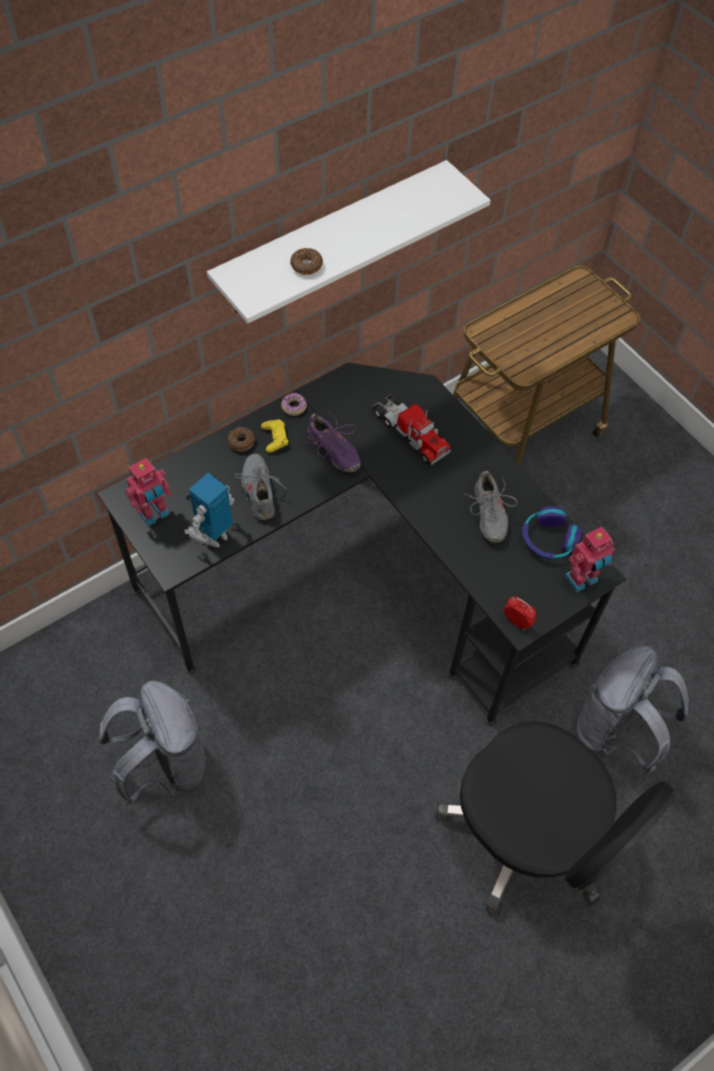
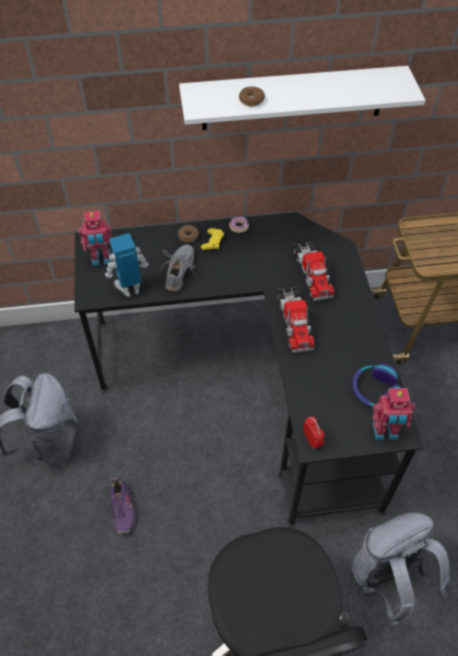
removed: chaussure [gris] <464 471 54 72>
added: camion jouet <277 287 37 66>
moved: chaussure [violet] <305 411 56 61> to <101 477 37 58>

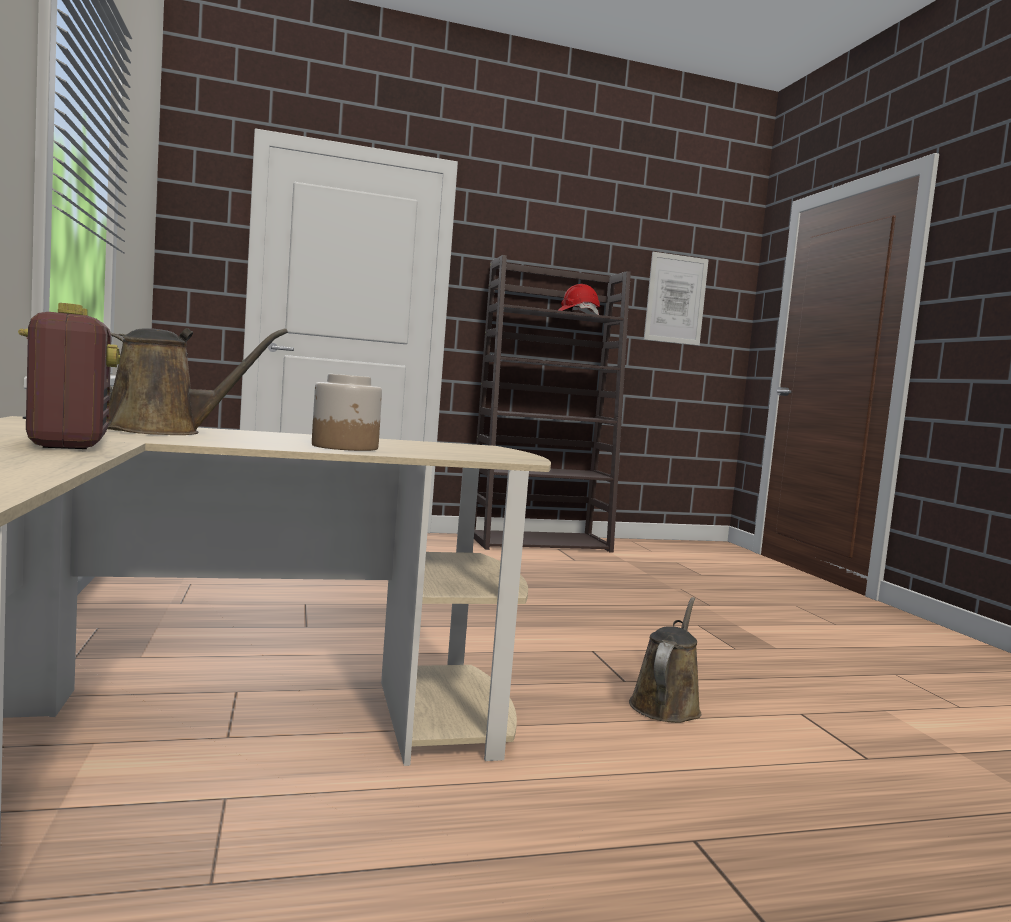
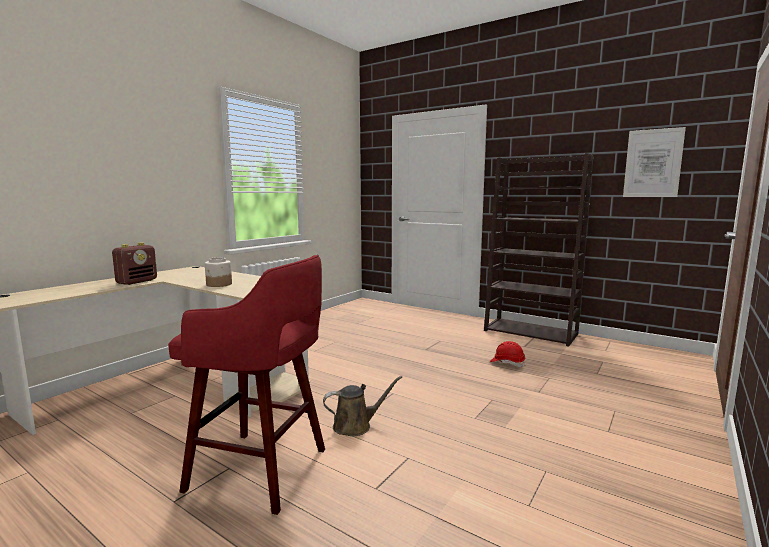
removed: arrosoir [marron] <107 328 181 107>
added: tabouret [rouge] <168 255 157 260>
moved: casque de chantier [rouge] <558 284 42 31> to <490 341 35 26>

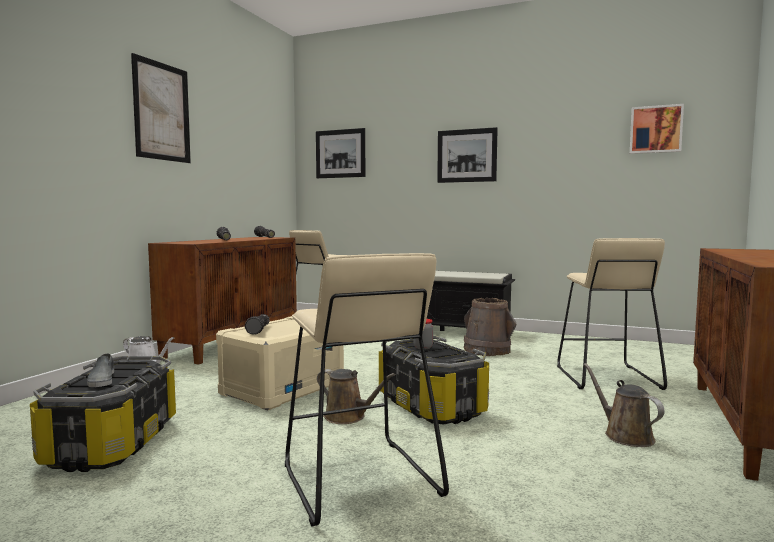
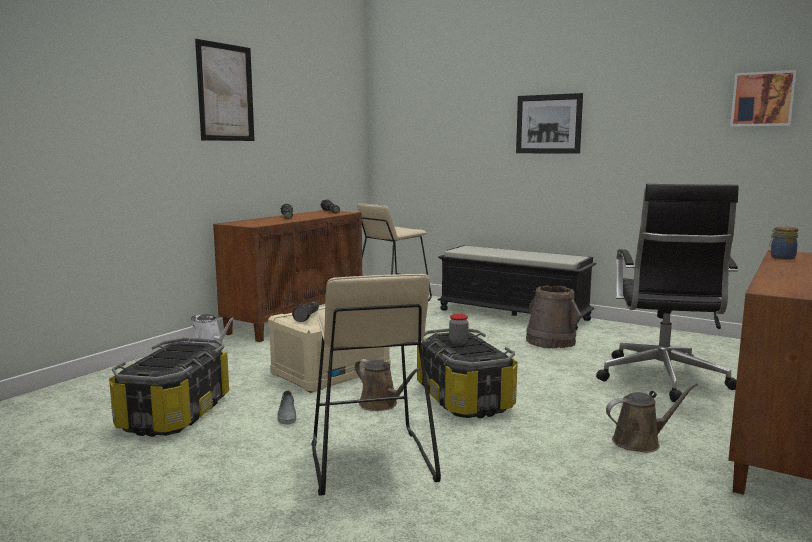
removed: tableau <316 128 49 50>
added: bocal <769 226 29 33>
moved: chaussure [gris] <87 353 27 34> to <277 391 19 33>
replaced: tabouret [beige] <557 238 110 152> to chaise de bureau [noir] <596 184 142 218>
turned: arrosoir [marron] <584 363 81 84> = <606 383 92 70> 90 degrees clockwise

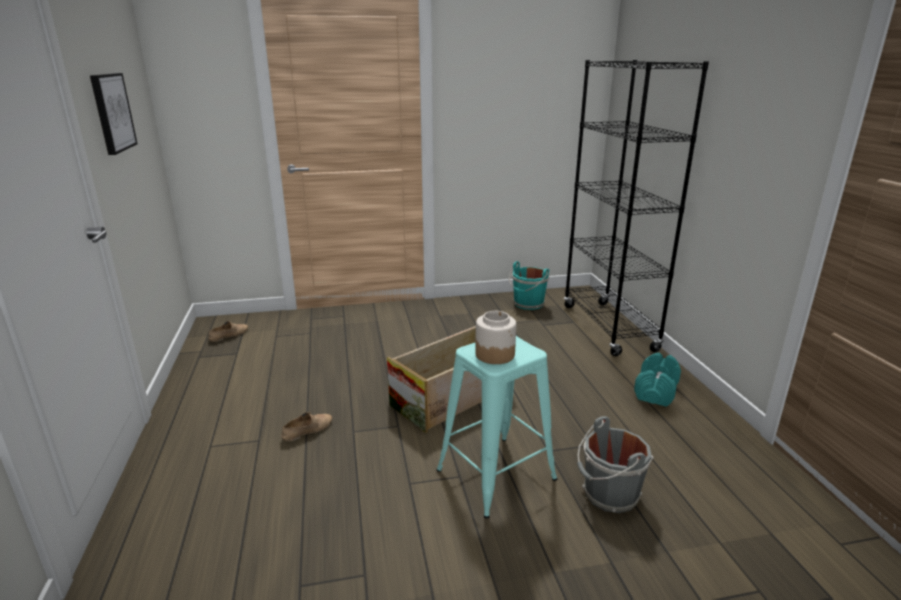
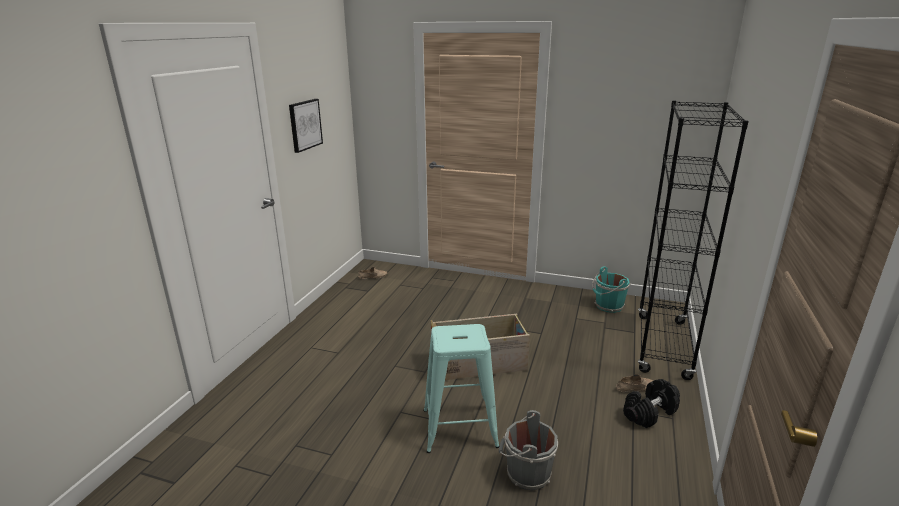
removed: bocal <475 311 41 53>
moved: chaussure [beige] <281 412 51 29> to <616 374 37 19>
recoloured: haltère [turquoise] <634 353 47 54> to haltère [noir] <623 379 57 49>

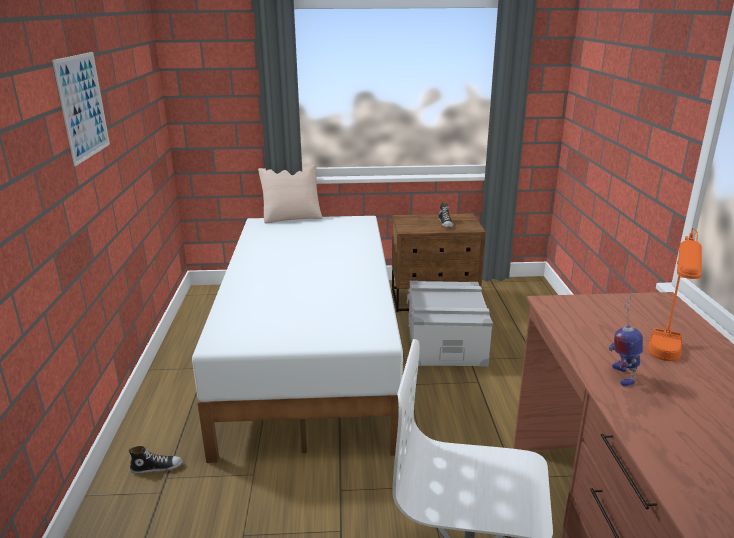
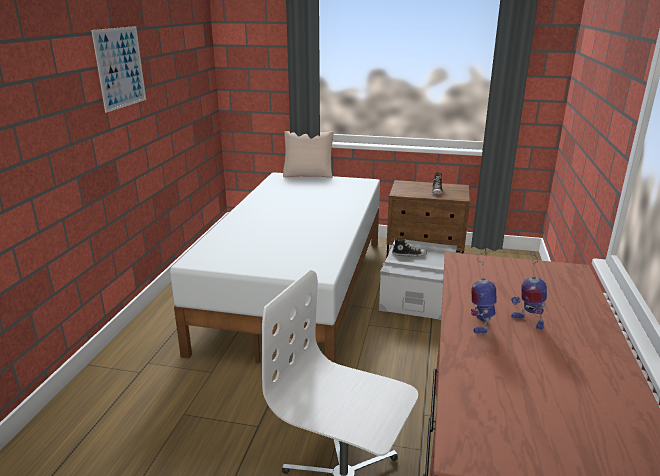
moved: chaussure <128 446 55 28> to <392 238 35 19>
replaced: lampe de table [orange] <648 228 54 133> to robot jouet <511 251 36 79>

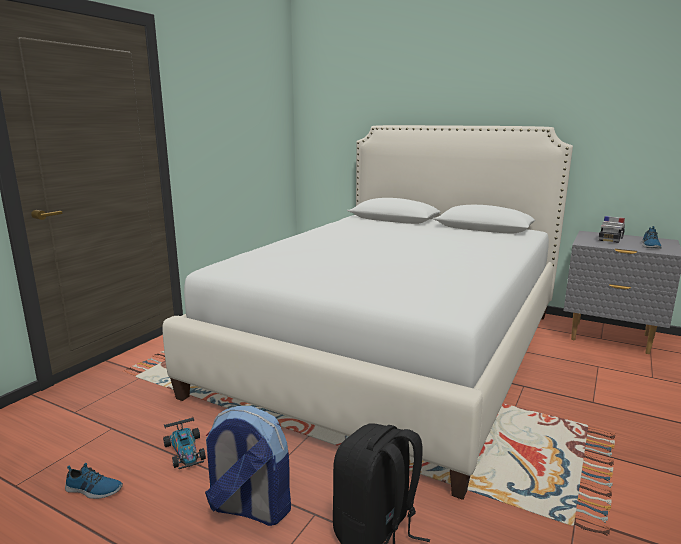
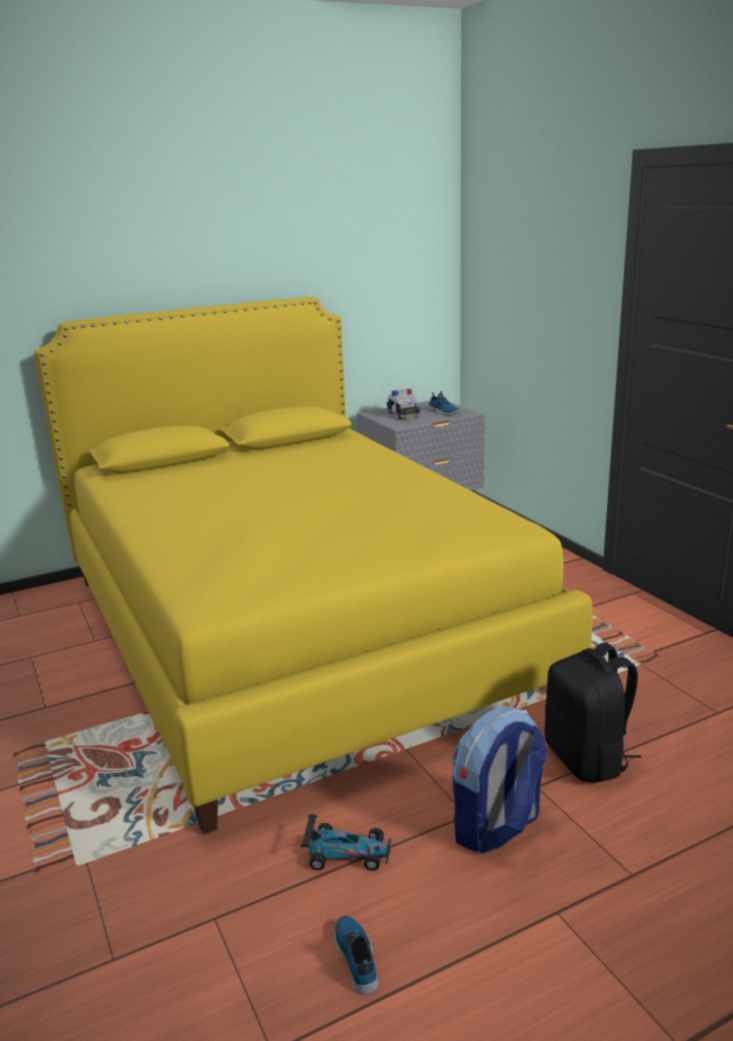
recoloured: lit [blanc] <163 125 410 375> to lit [jaune] <34 297 559 537>
turned: chaussure <65 463 58 36> = <334 916 45 79> 60 degrees counterclockwise

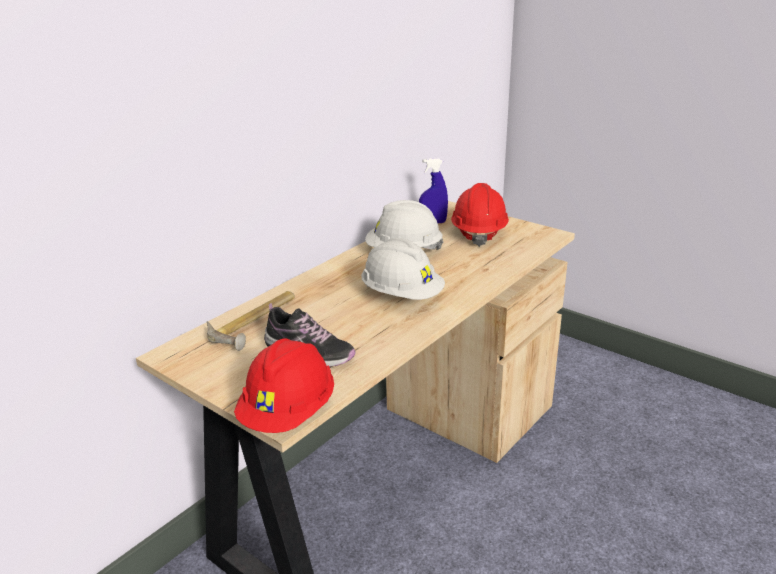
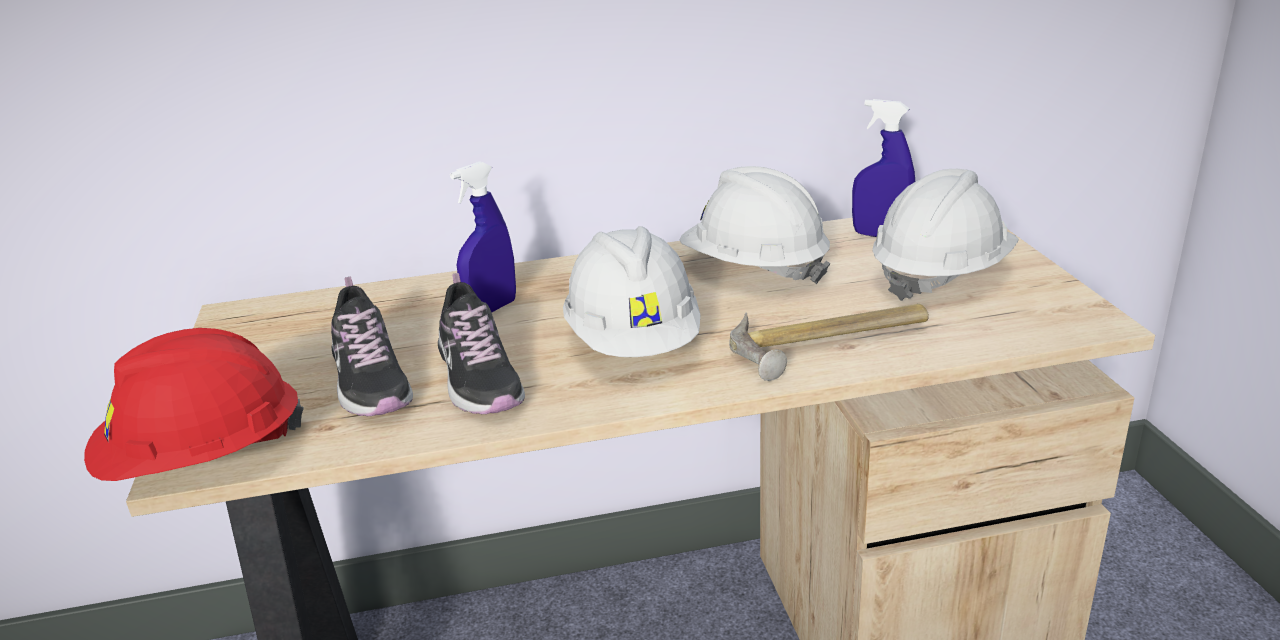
added: chaussure <438 273 87 141>; vaporisateur [bleu] <450 161 66 152>
moved: marteau <207 291 88 60> to <729 303 200 78>
recoloured: casque de chantier [rouge] <451 183 58 64> to casque de chantier [blanc] <872 169 147 132>

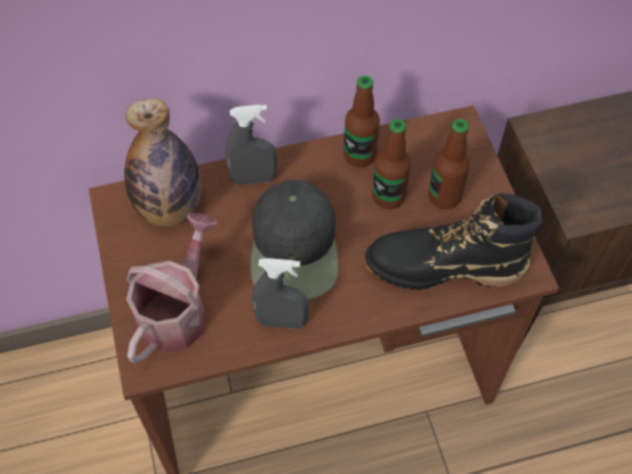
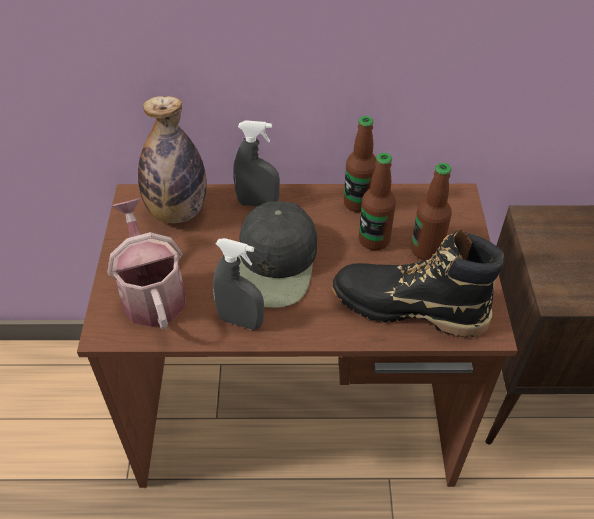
turned: arrosoir <126 213 91 150> = <107 198 79 132> 60 degrees counterclockwise

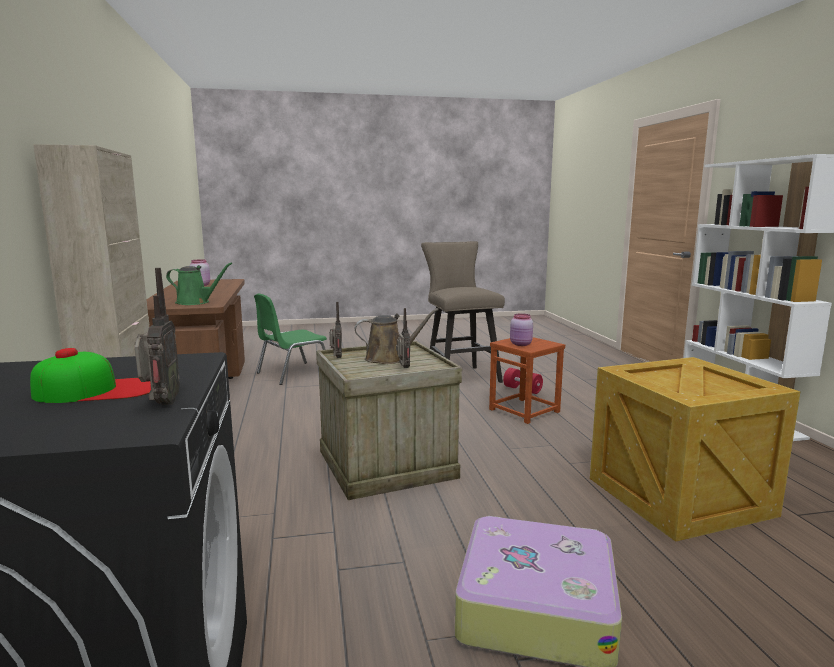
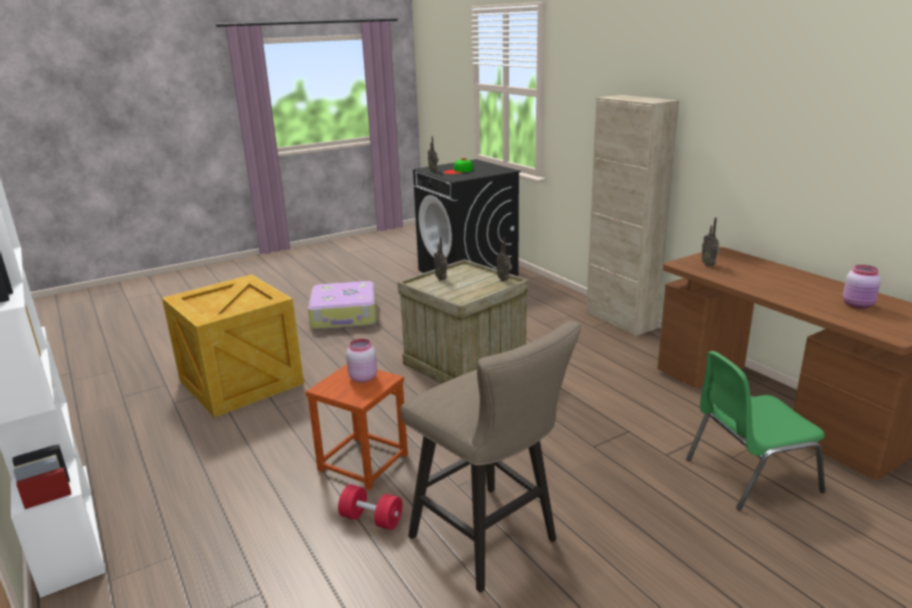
removed: arrosoir [marron] <355 308 84 56>
replaced: arrosoir [vert] <166 262 66 43> to radio <702 218 18 49>
turned: chaise [vert] <254 294 73 91> = <686 351 139 159> 135 degrees counterclockwise

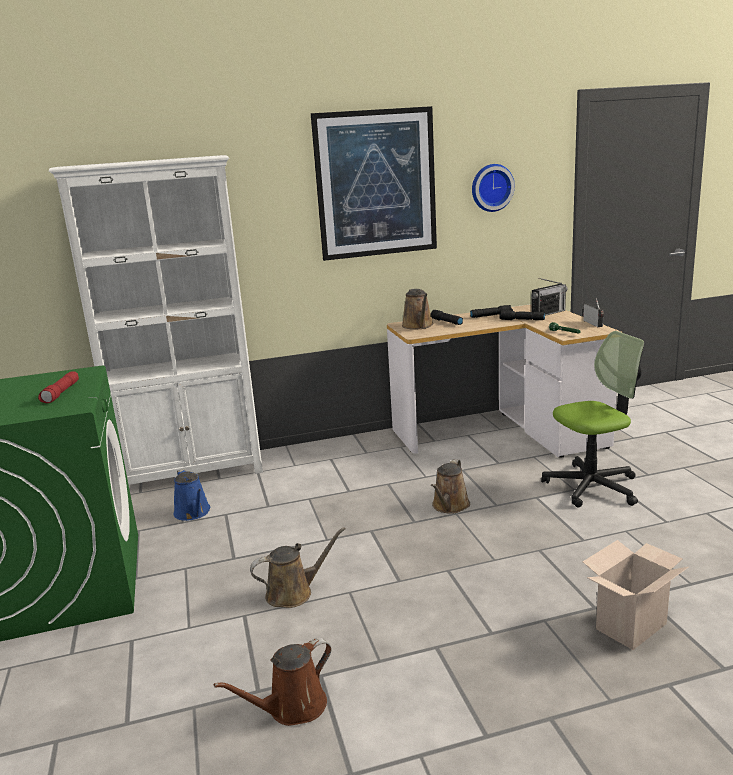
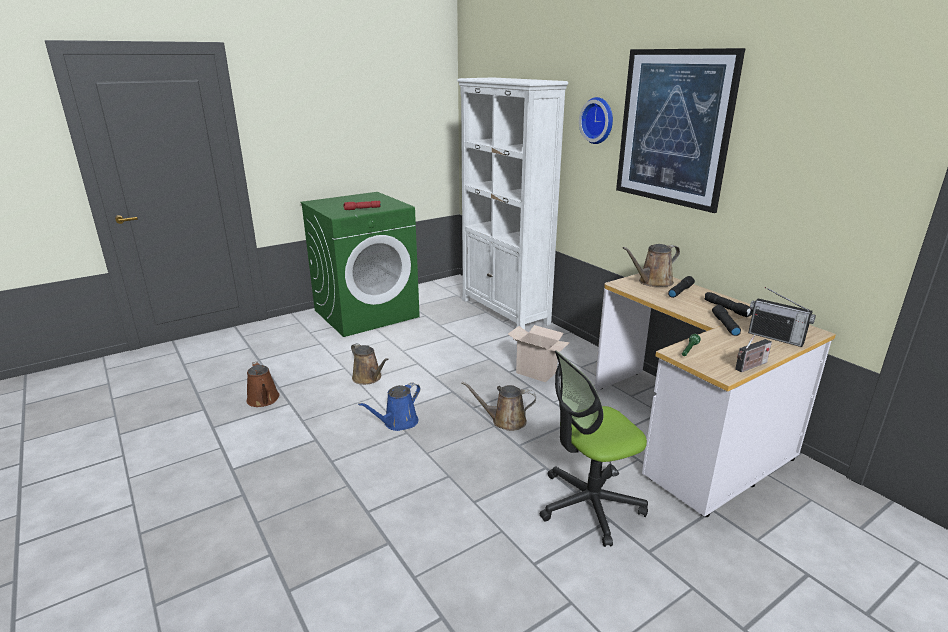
moved: arrosoir [bleu] <174 469 36 52> to <358 383 62 48>; carton <583 540 105 110> to <508 325 62 57>; horloge murale <472 164 43 48> to <579 97 34 47>
turned: arrosoir [marron] <214 638 118 88> = <247 361 33 46> 150 degrees counterclockwise; chaise de bureau <541 331 103 177> = <540 350 108 197> 105 degrees clockwise

